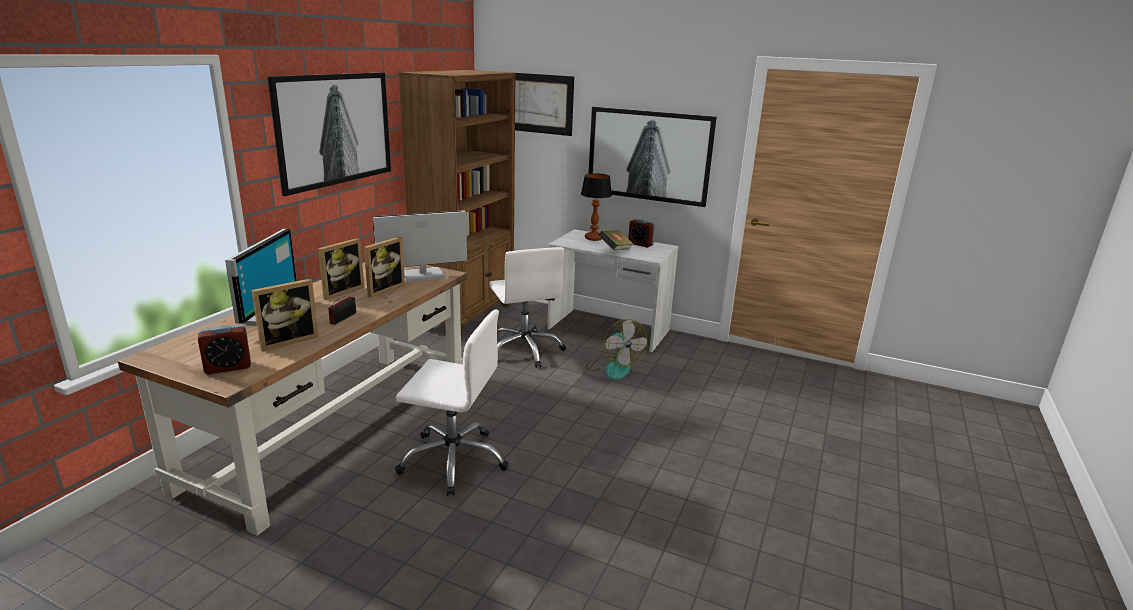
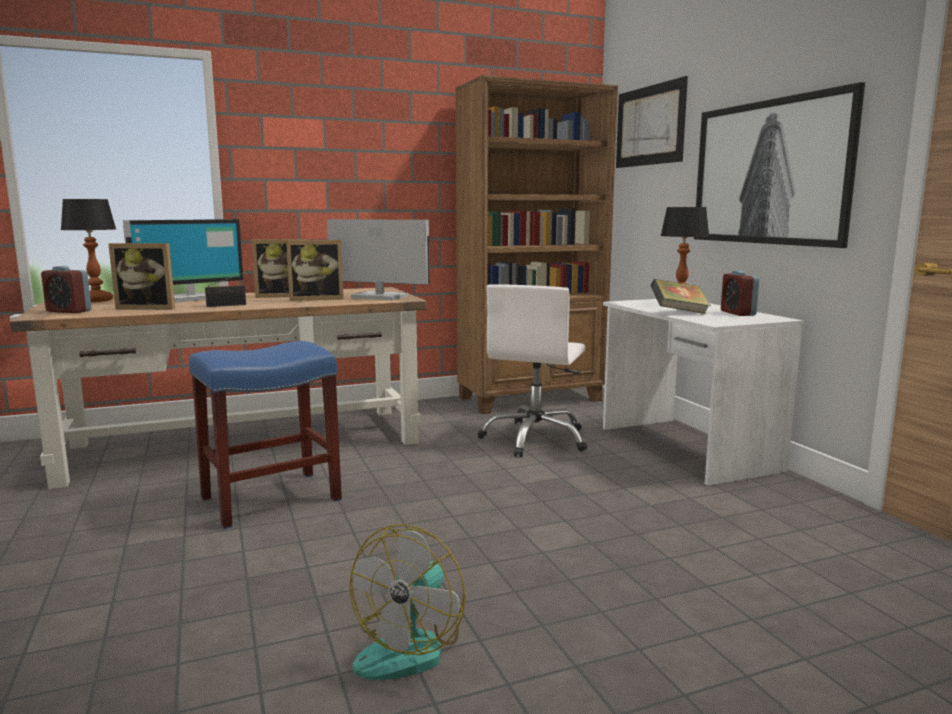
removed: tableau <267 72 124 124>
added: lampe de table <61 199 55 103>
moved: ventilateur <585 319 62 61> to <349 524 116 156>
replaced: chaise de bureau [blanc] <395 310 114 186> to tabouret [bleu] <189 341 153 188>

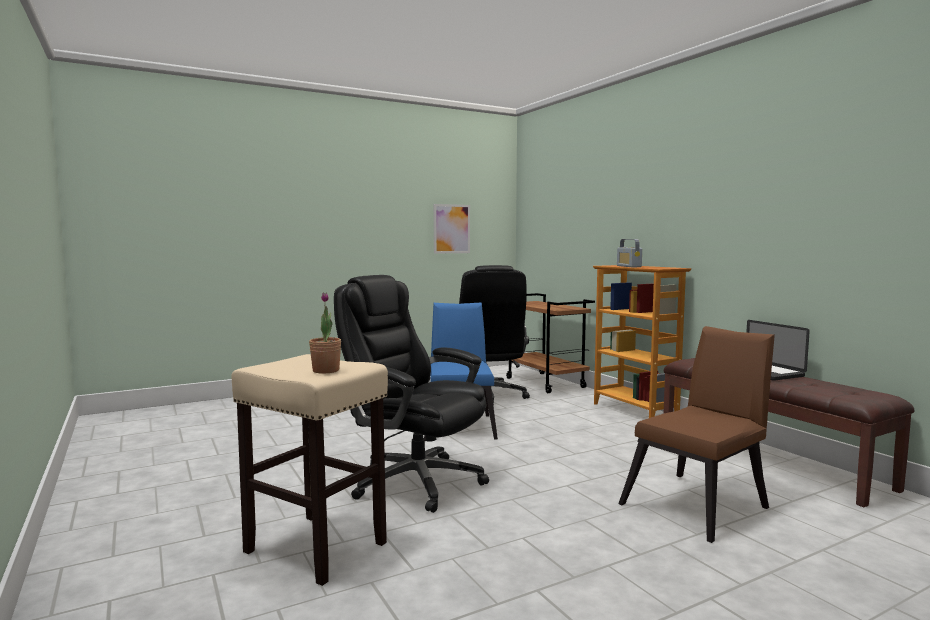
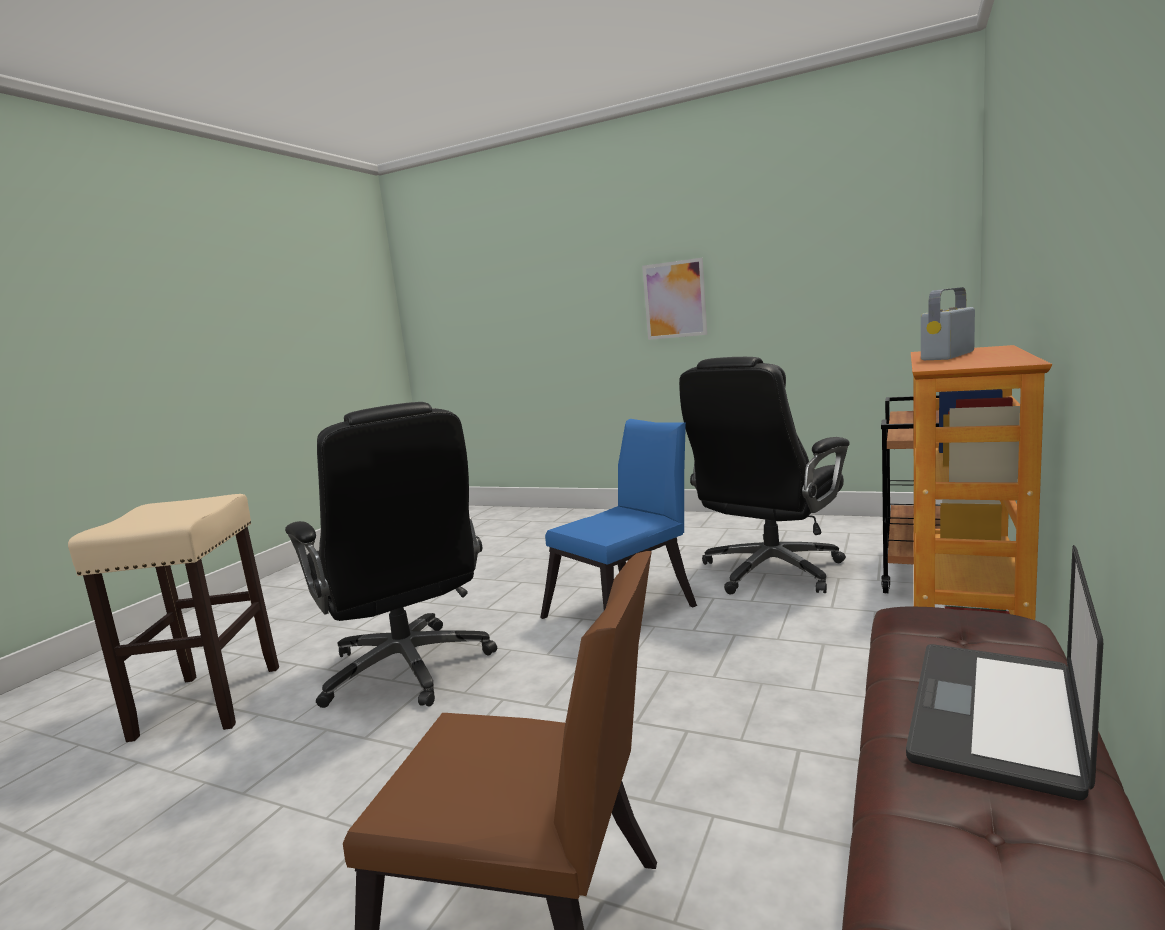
removed: plante en pot <309 293 32 81>
moved: tableau <434 204 36 50> to <642 258 65 82>
turned: chaise de bureau [noir] <334 275 155 238> = <285 402 212 306> 150 degrees clockwise

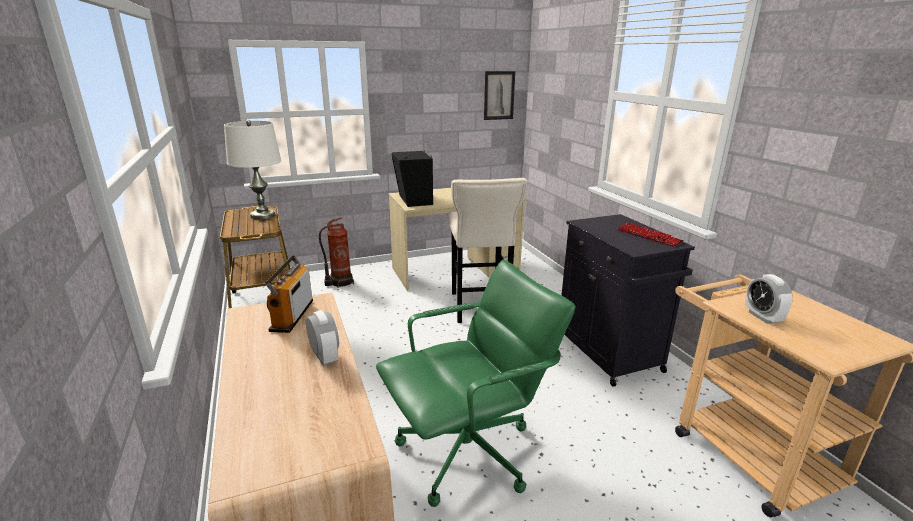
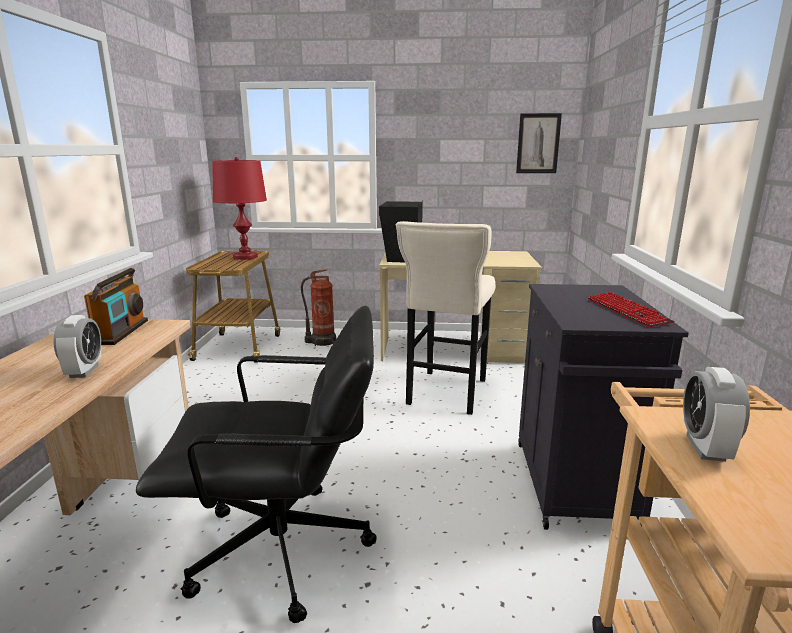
recoloured: chaise de bureau [vert] <376 260 199 247> to chaise de bureau [noir] <136 306 241 317>; lampe de table [blanc] <224 120 57 99> to lampe de table [rouge] <212 157 55 103>
turned: radio <266 256 47 77> = <84 268 64 77> 150 degrees clockwise

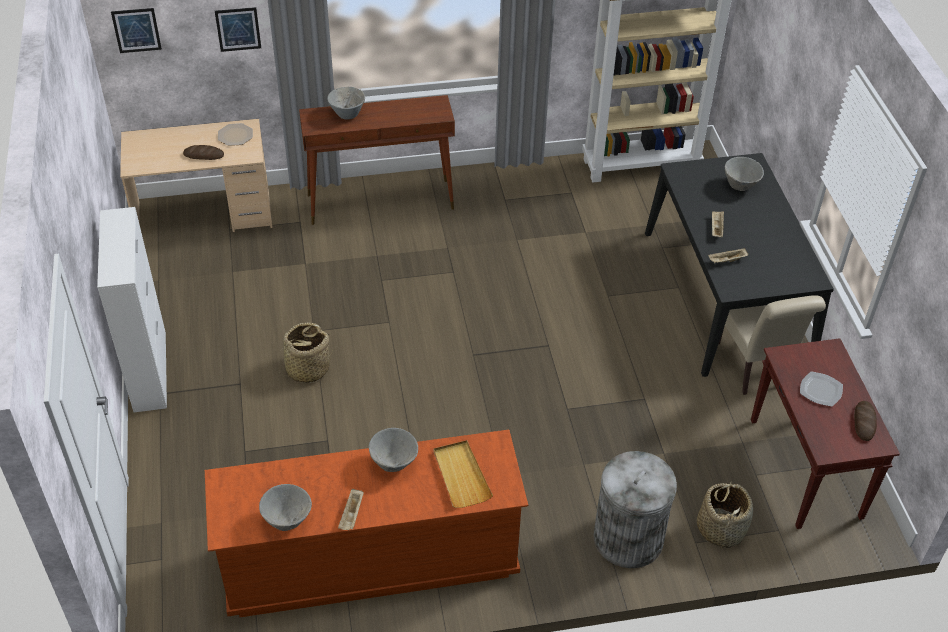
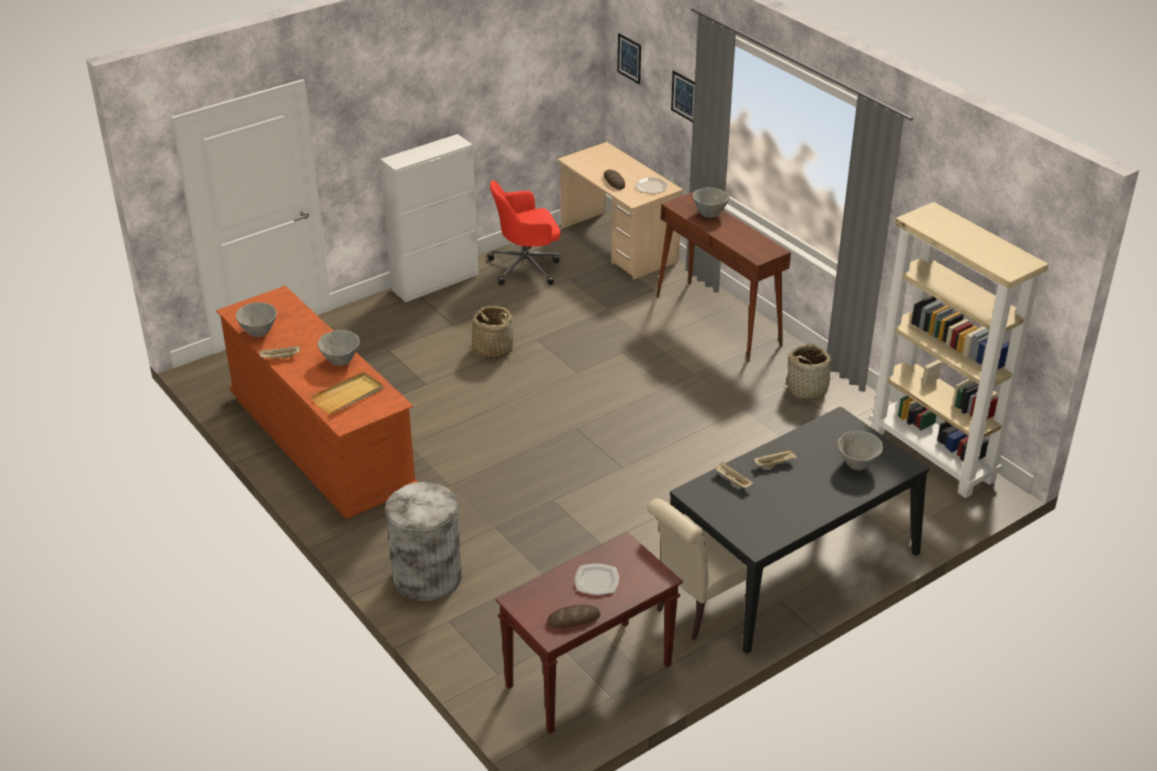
added: chaise de bureau [rouge] <487 180 73 105>
moved: panier <697 483 56 67> to <783 343 55 58>

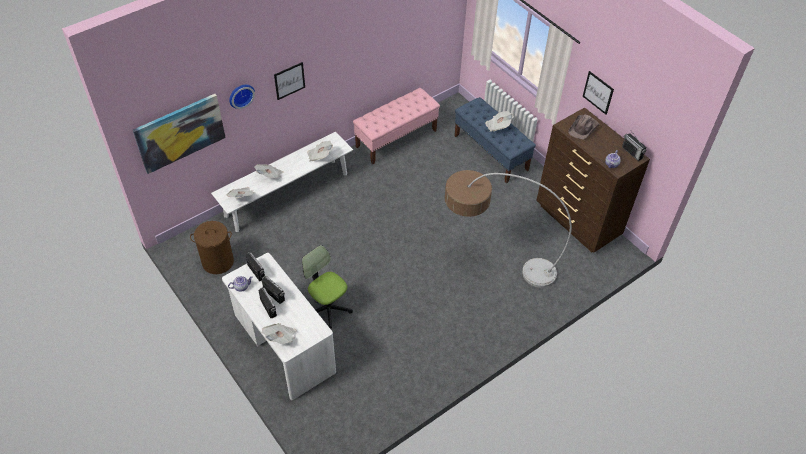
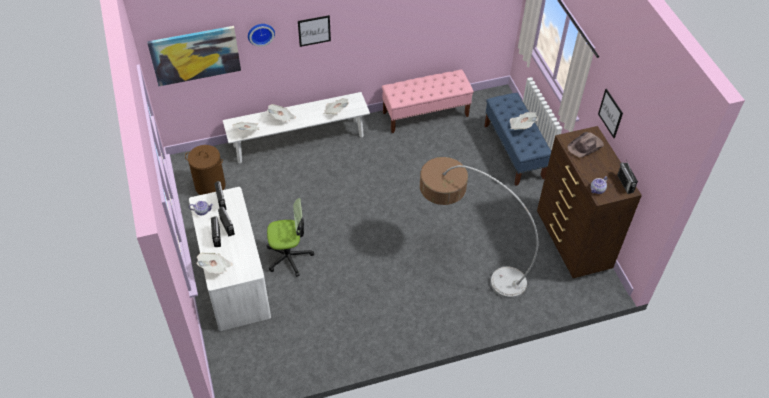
turned: chaise de bureau <302 245 51 84> = <267 198 47 79> 105 degrees clockwise

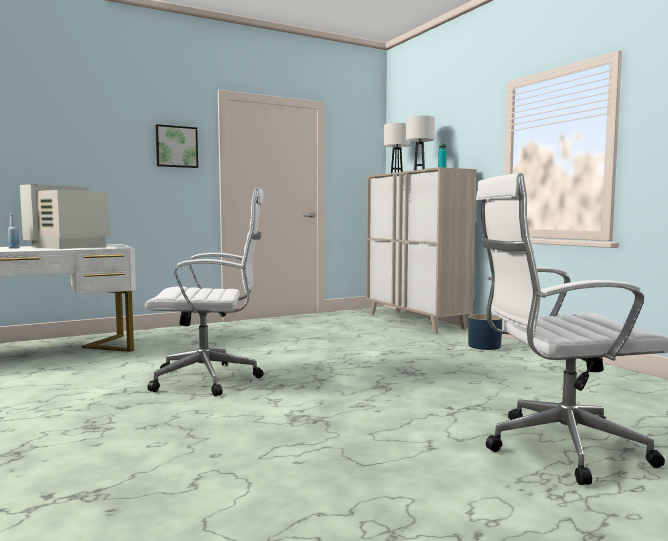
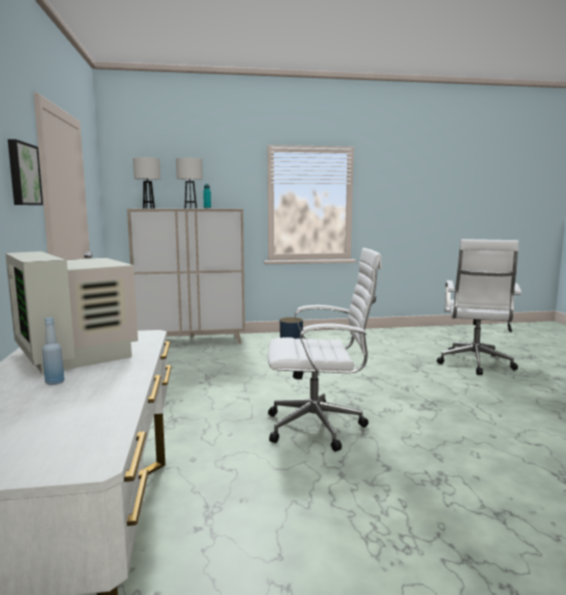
turned: chaise de bureau [blanc] <145 188 119 208> = <268 248 114 204> 75 degrees clockwise

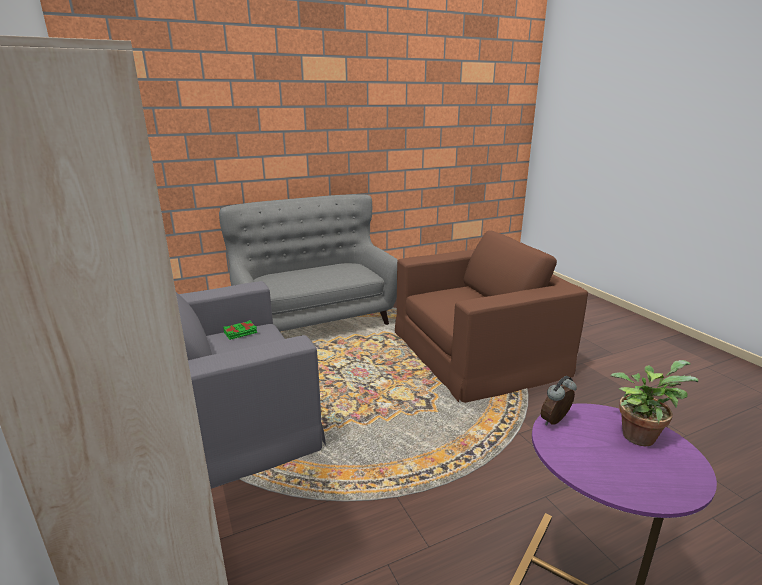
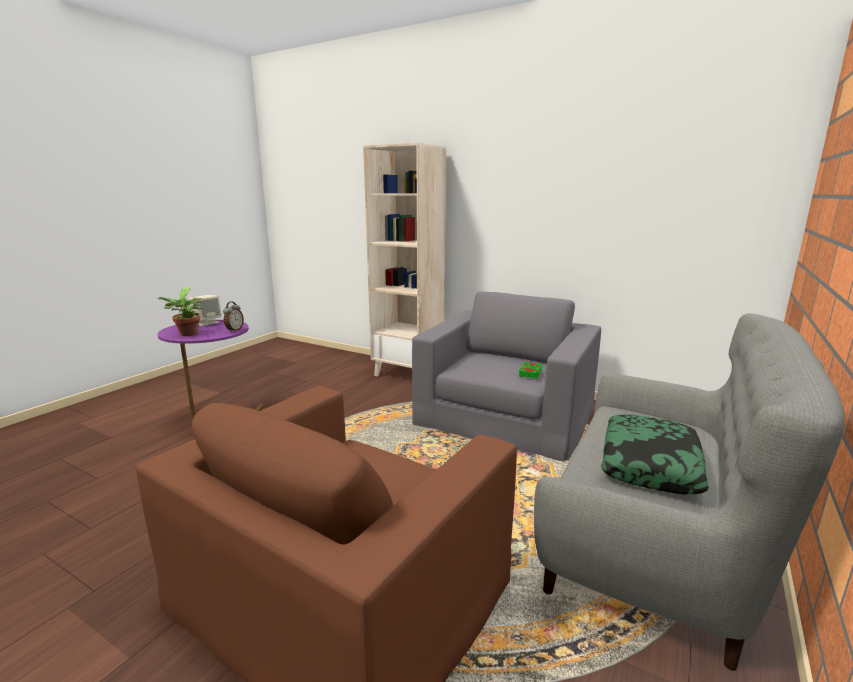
added: enceinte [beige] <188 295 34 31>; coussin <601 414 108 80>

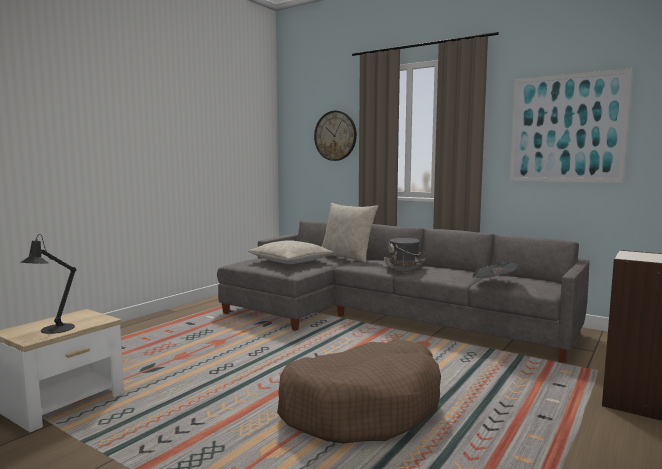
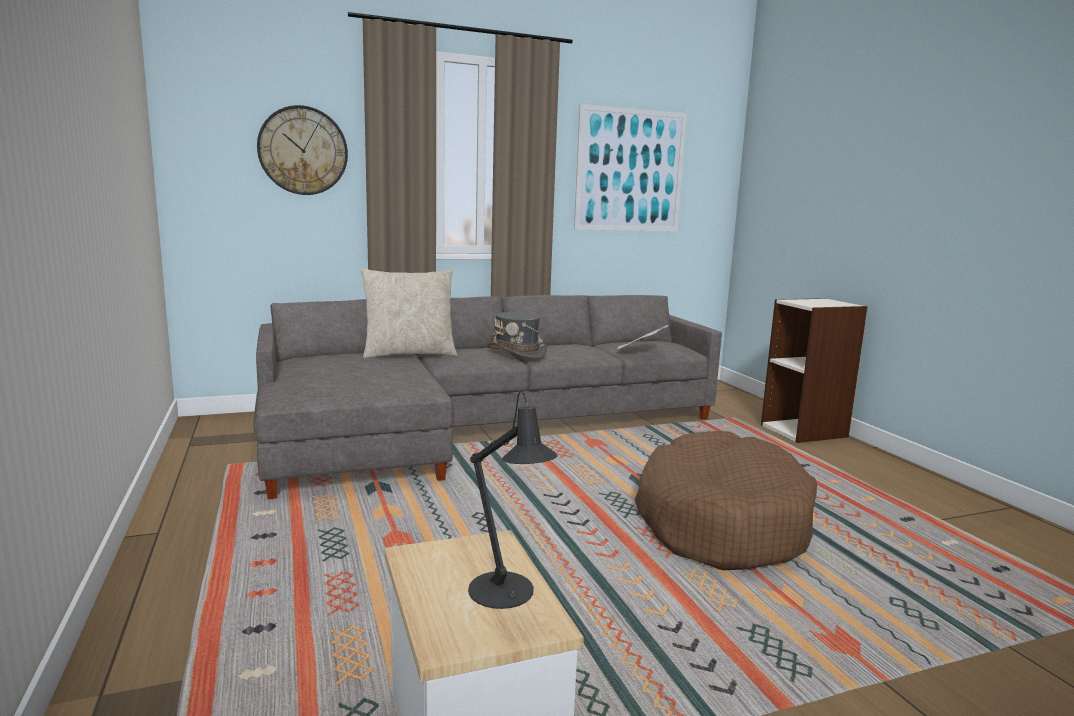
removed: coussin [beige] <248 240 85 24>

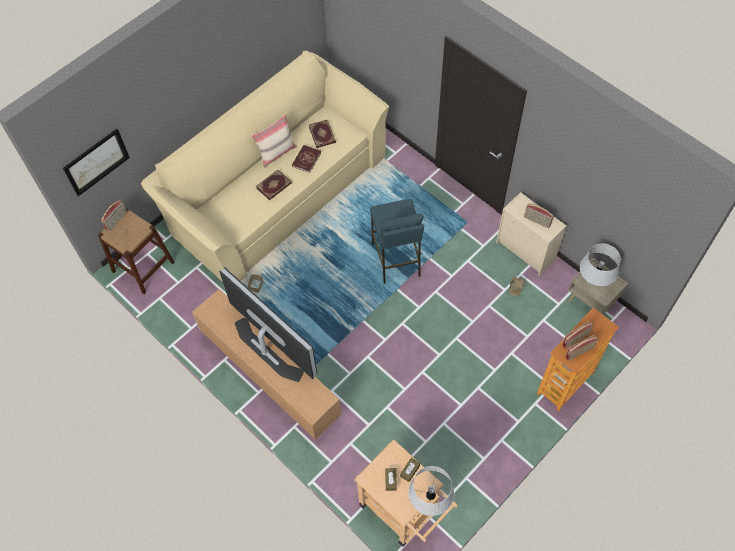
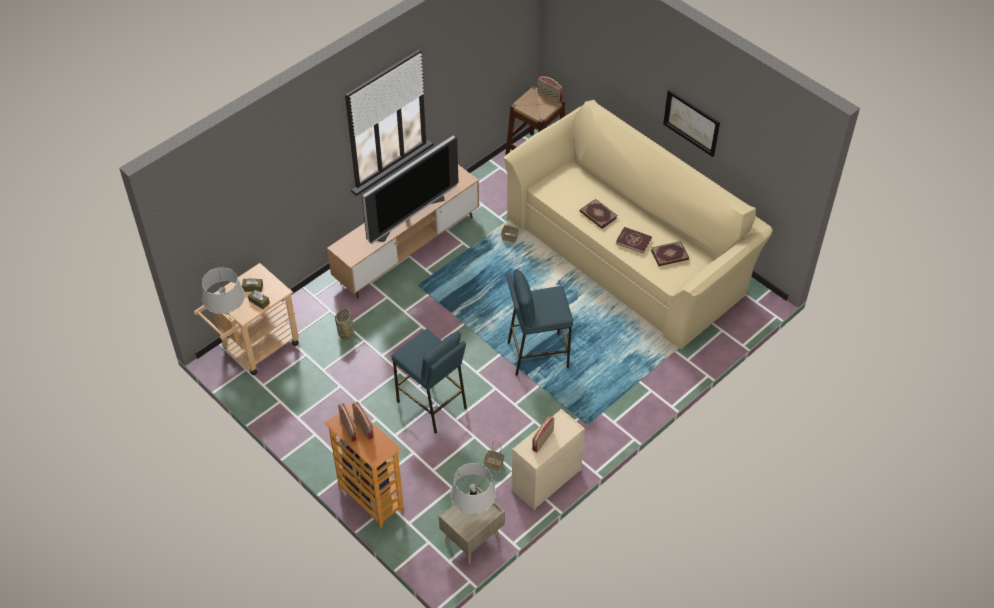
removed: coussin [beige] <251 114 46 54>
added: panier <335 307 22 41>; tabouret [bleu] <391 329 76 105>
moved: tableau <63 129 67 67> to <663 90 57 67>

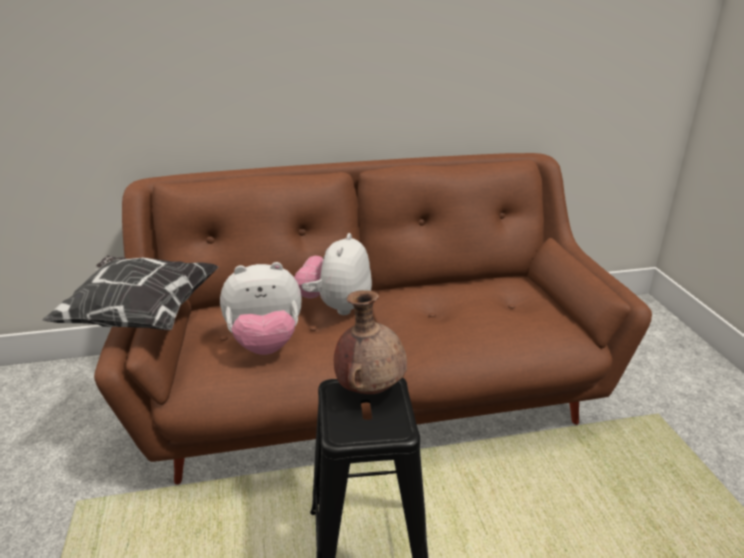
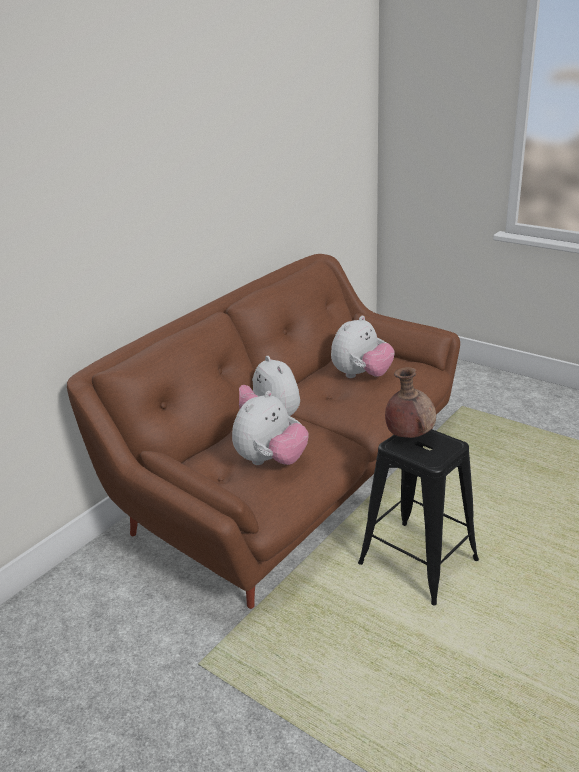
removed: coussin <42 255 177 75>
added: peluche <331 316 64 62>

